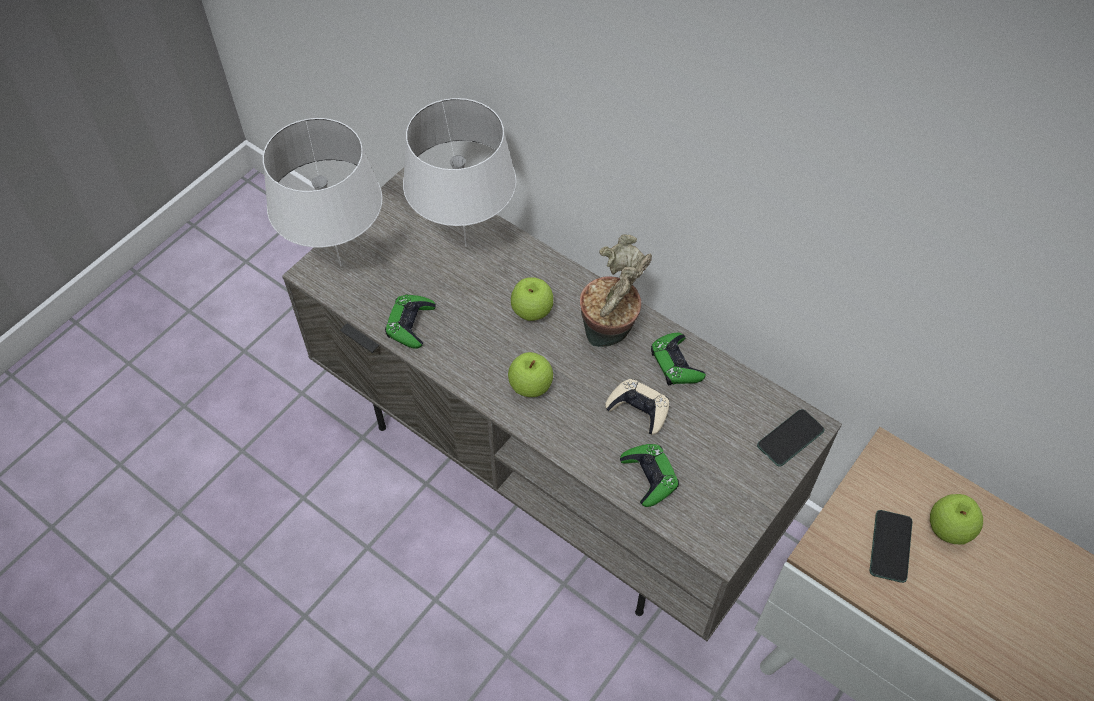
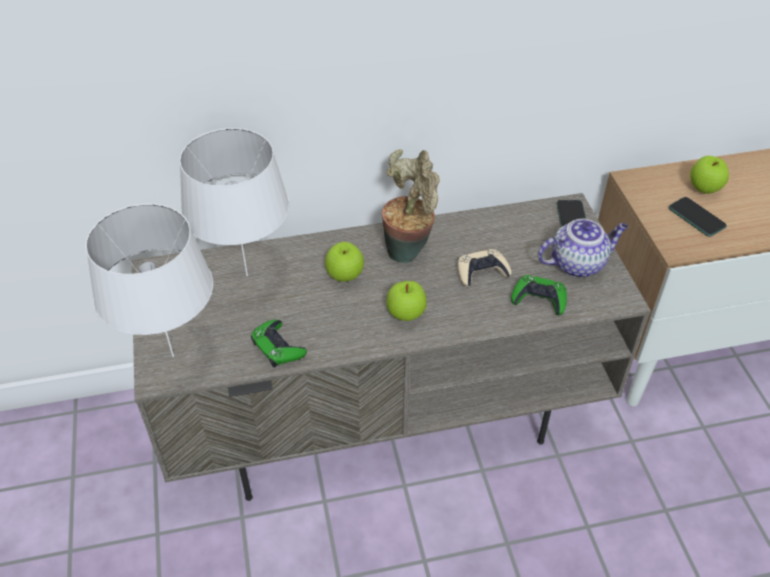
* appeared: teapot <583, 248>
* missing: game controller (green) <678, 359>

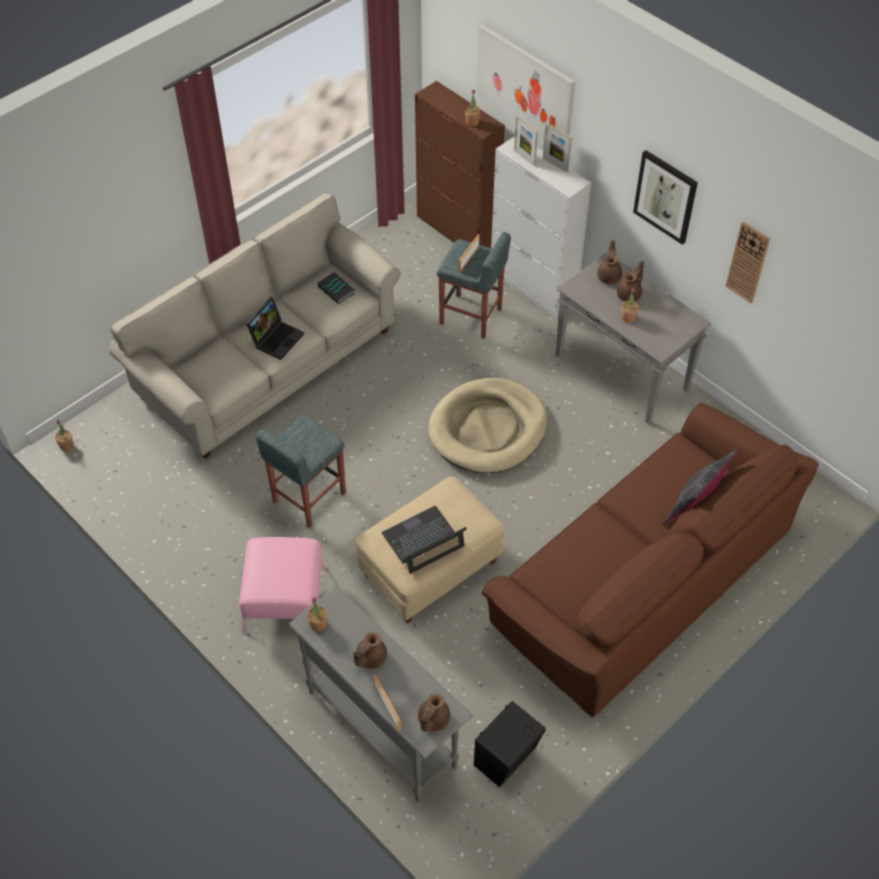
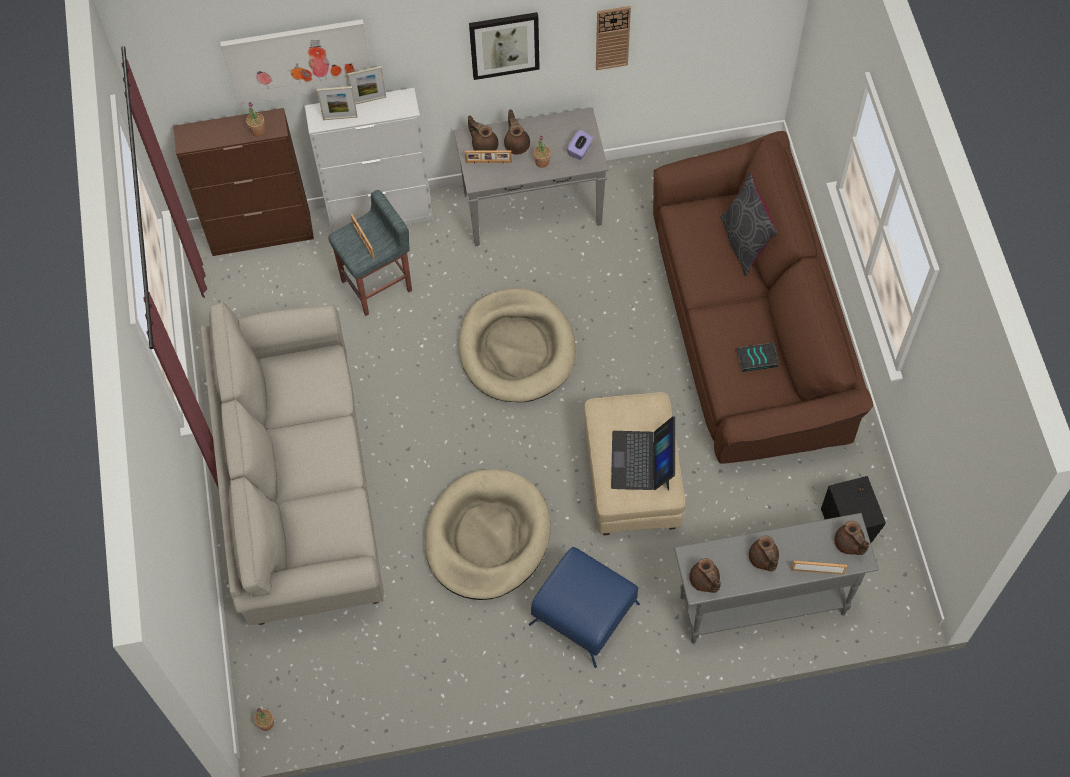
* exchanged: sitting stool (grey) <301, 472> to dog bed (beige-coloured) <488, 534>
* appeared: standing frame <488, 157>
* colour: pouffe (pink) <283, 585> to pouffe (bluish) <584, 607>
* appeared: box of tissues (purplish) <580, 144>
* exchanged: potted plant <317, 614> to teapot (brown-coloured) <705, 575>
* relocated: bound book <336, 288> to <758, 357>
* missing: laptop <275, 328>

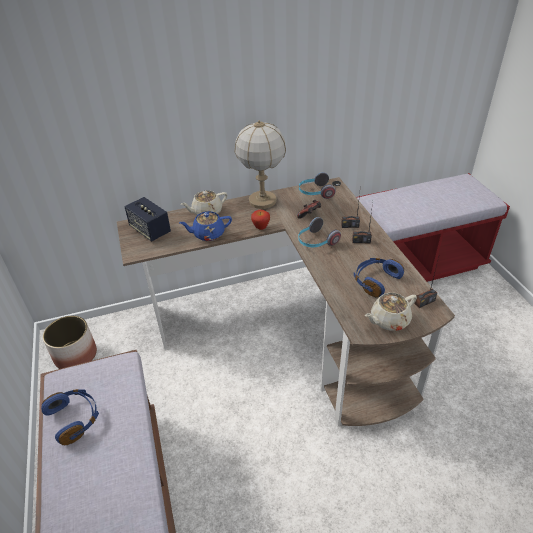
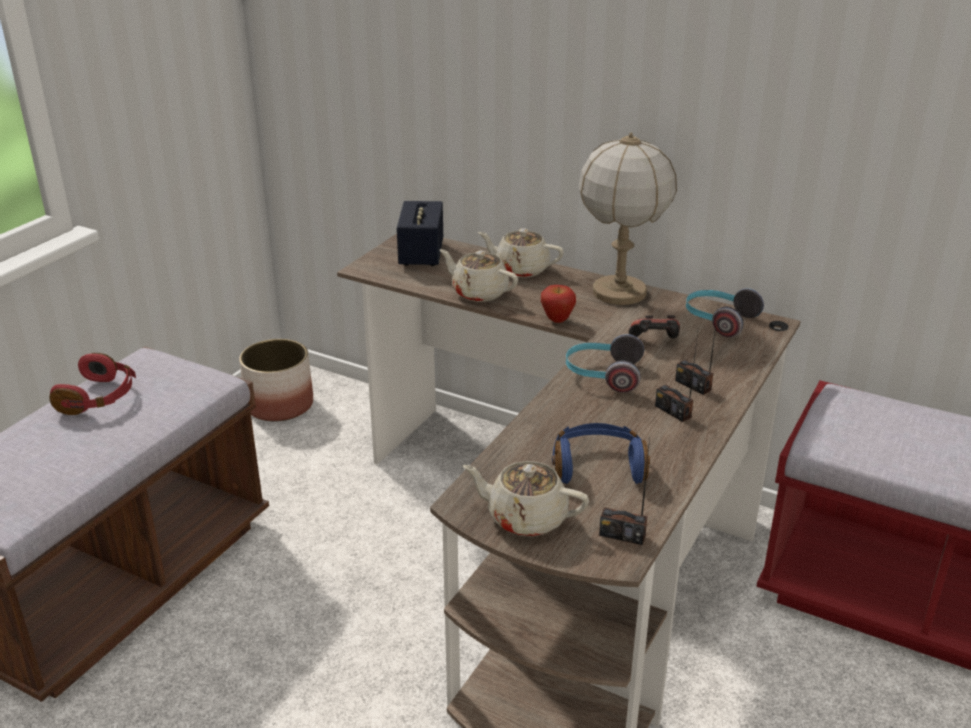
* colour: pair of headphones (bluish) <70, 417> to pair of headphones (reddish) <92, 384>
* colour: teapot (bluish) <205, 226> to teapot (beige-coloured) <478, 275>

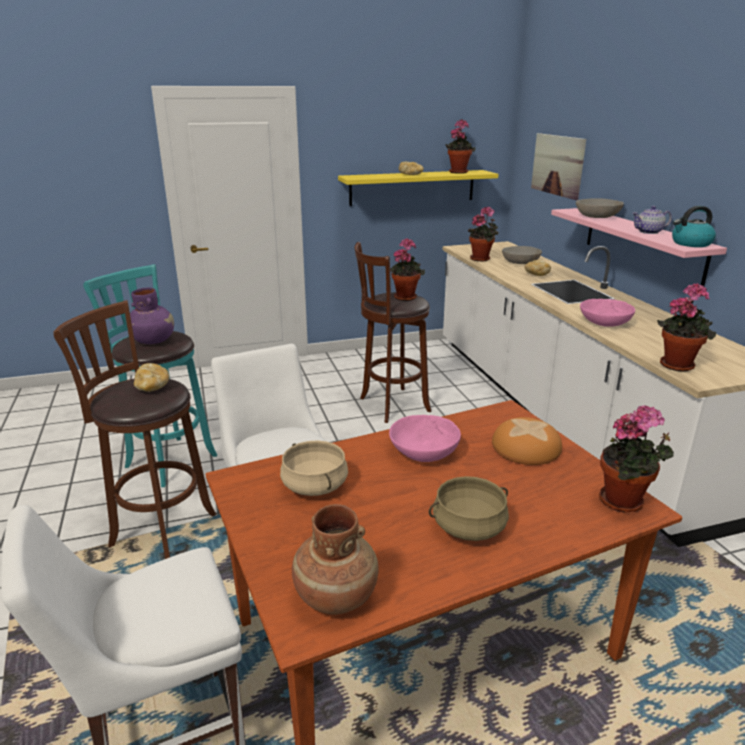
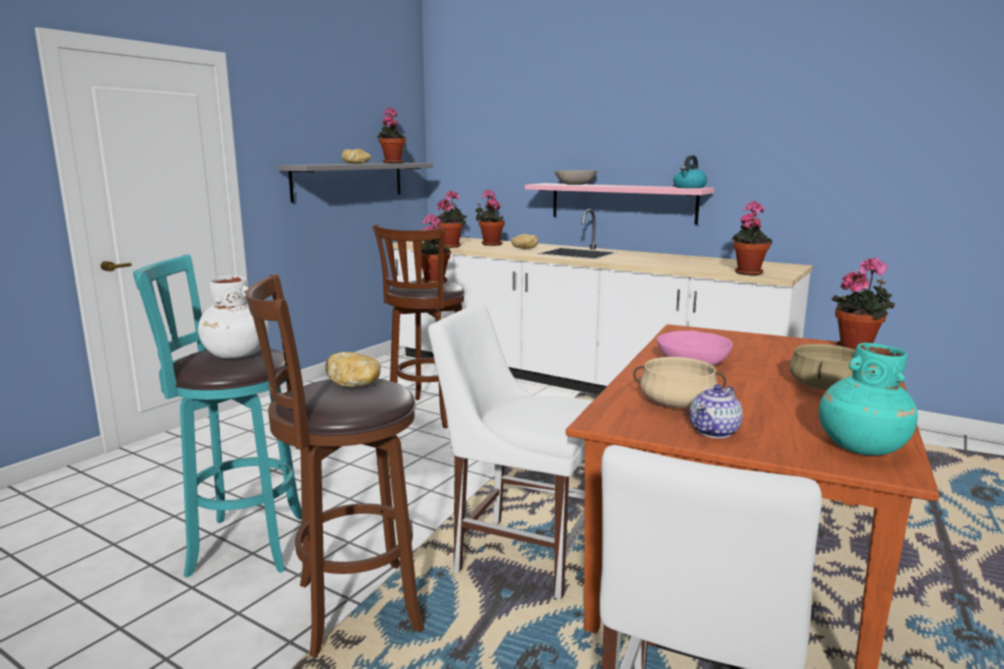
* colour: decorative vase (purplish) <152, 316> to decorative vase (whitish) <233, 317>
* colour: bracket shelf (yellow) <418, 188> to bracket shelf (grey) <355, 183>
* exchanged: serving bowl (grey) <522, 255> to potted plant <490, 217>
* relocated: teapot <652, 220> to <716, 411>
* colour: decorative vase (brown-coloured) <335, 559> to decorative vase (blue-green) <868, 399>
* missing: bread <527, 441>
* missing: picture <558, 166>
* missing: serving bowl (pink) <607, 313>

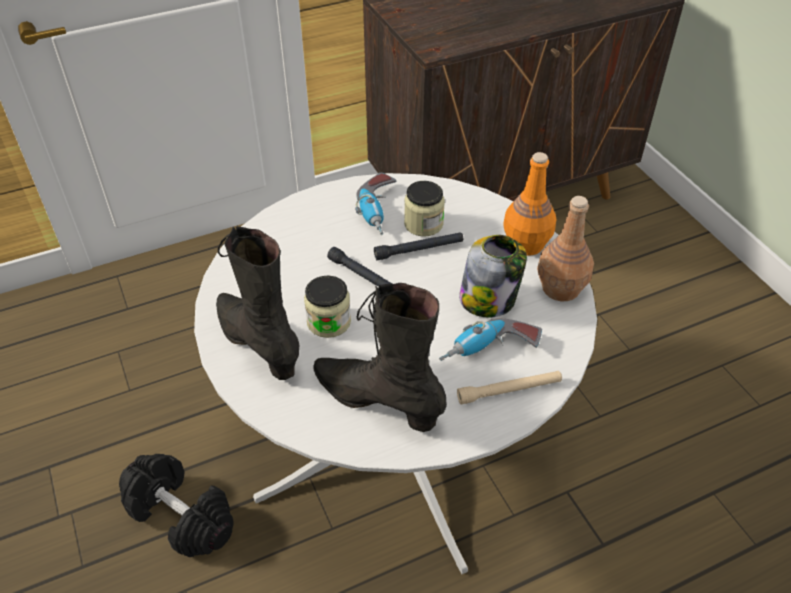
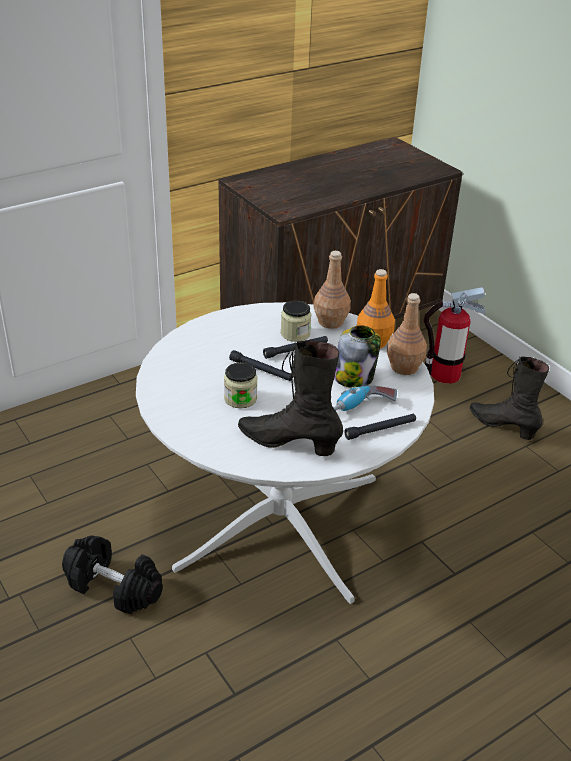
* appeared: bottle (brown-coloured) <332, 290>
* colour: hand torch (beige-coloured) <509, 387> to hand torch (black-coloured) <380, 427>
* appeared: extinguisher <454, 335>
* relocated: tall boot (black-coloured) <257, 303> to <509, 398>
* missing: power drill <375, 204>

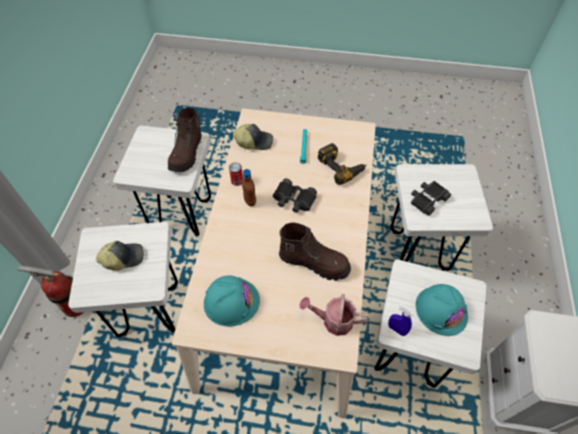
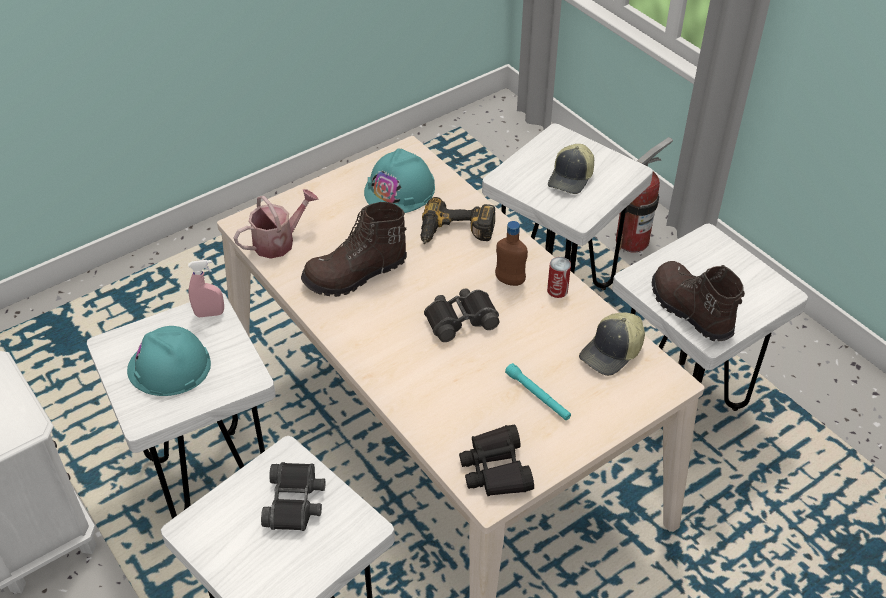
* colour: sprayer (bluish) <401, 320> to sprayer (pink) <206, 288>
* relocated: power drill <342, 164> to <458, 220>
* appeared: field glasses (black-coloured) <496, 460>

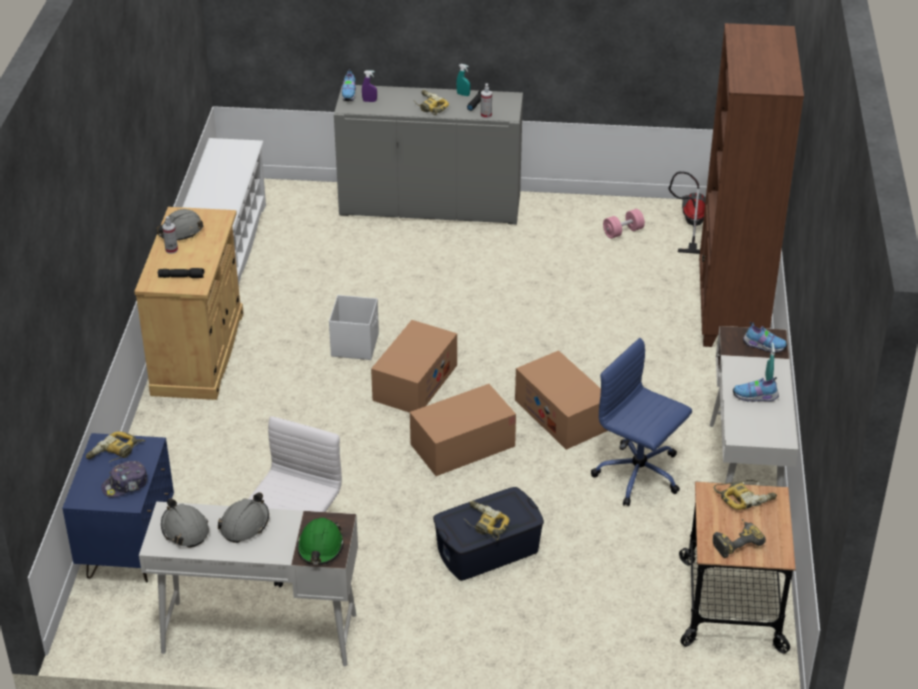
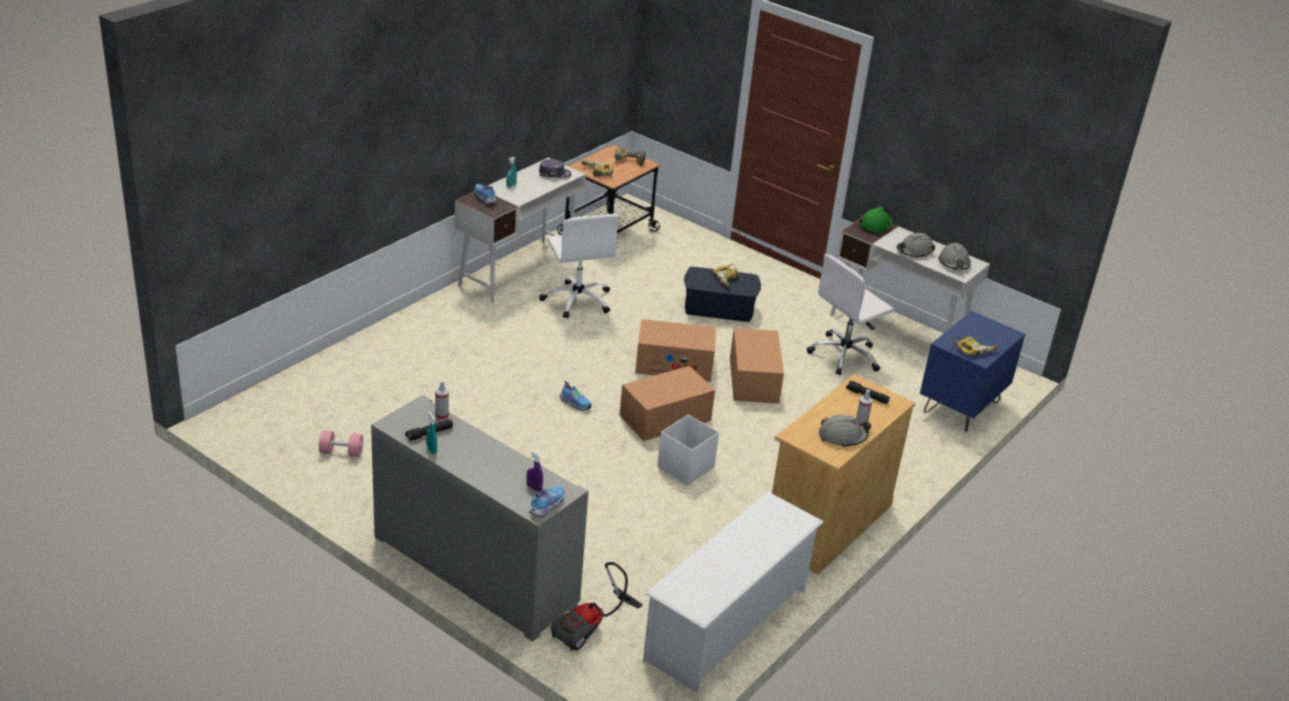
* relocated: peaked cap <124, 479> to <555, 169>
* colour: office chair (bluish) <641, 422> to office chair (whitish) <579, 266>
* relocated: vacuum <687, 212> to <596, 607>
* relocated: item of footwear <756, 389> to <575, 395>
* relocated: packing box <561, 400> to <757, 366>
* missing: power drill <431, 102>
* missing: bookshelf (brown-coloured) <751, 185>

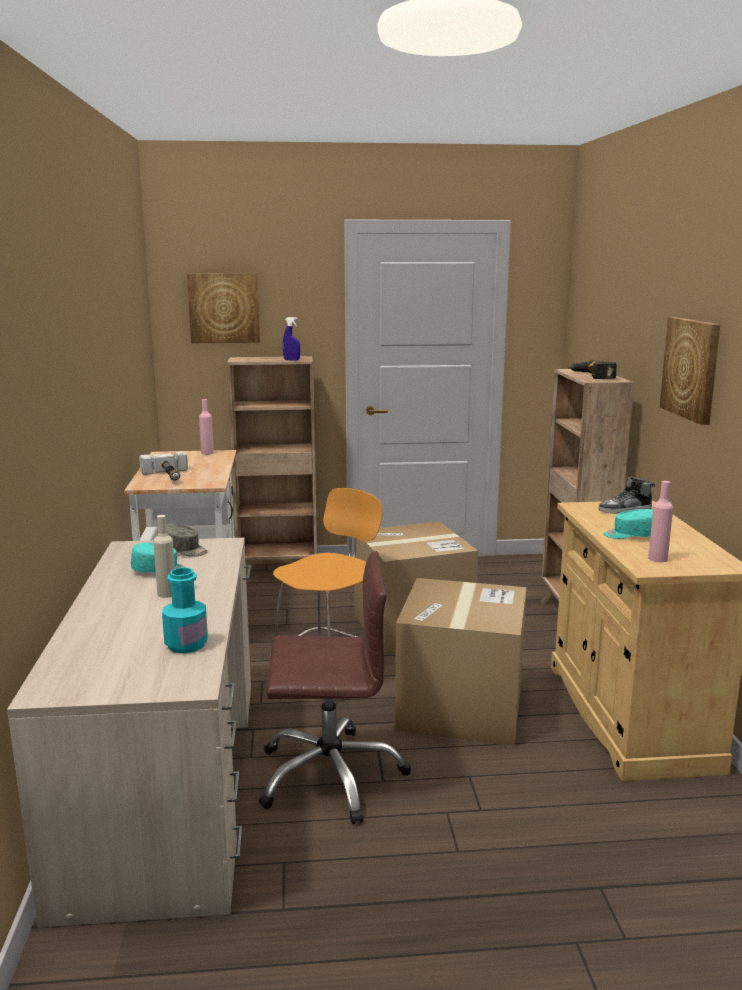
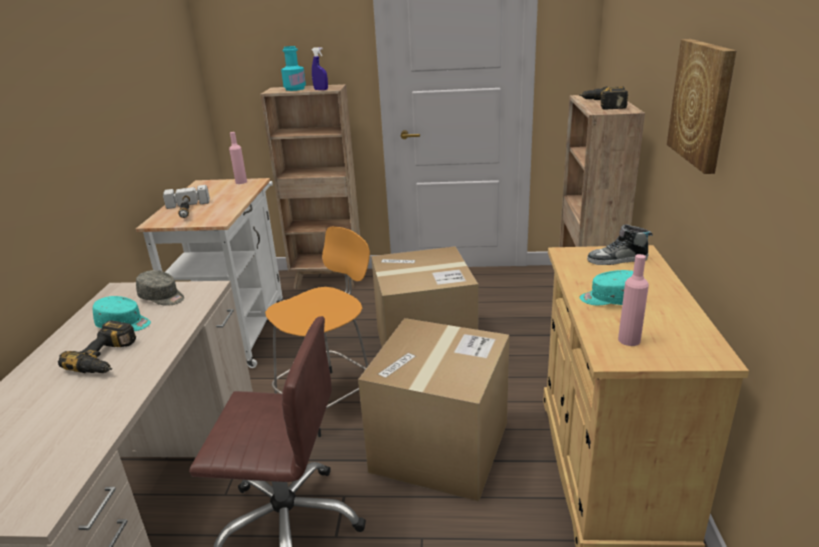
* exchanged: bottle (beige-coloured) <164, 556> to power drill <97, 346>
* relocated: bottle (blue-green) <185, 610> to <293, 68>
* missing: picture <223, 308>

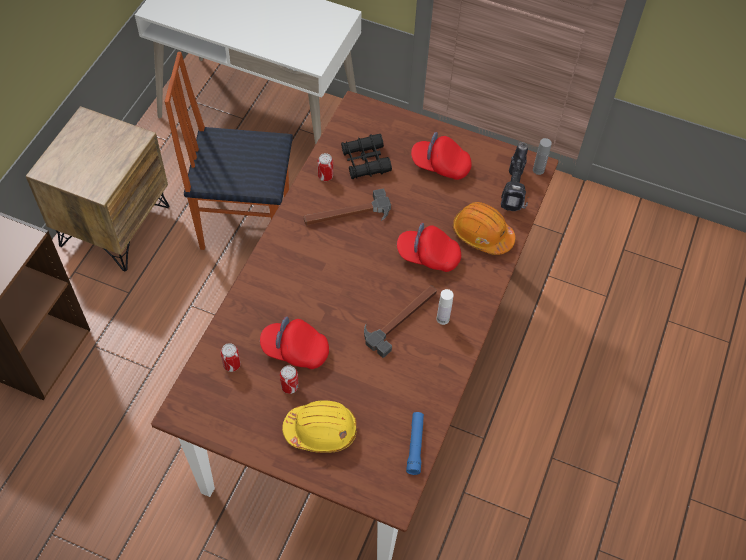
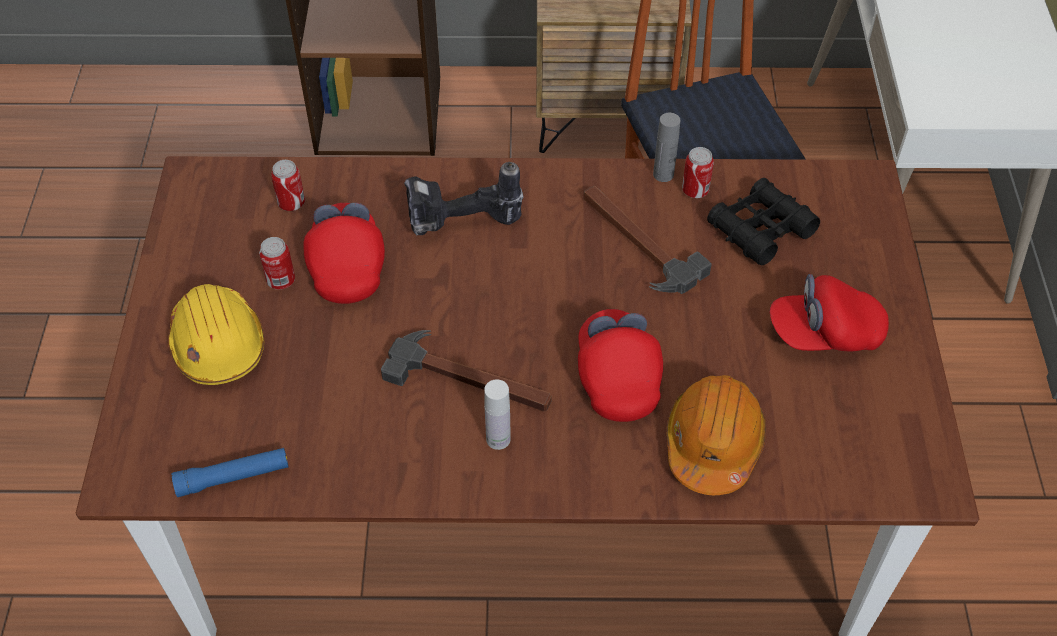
* relocated: power drill <514, 176> to <463, 199>
* relocated: bottle (grey) <542, 156> to <666, 147>
* spun: peaked cap (reddish) <441, 156> = <829, 312> 90 degrees counterclockwise

